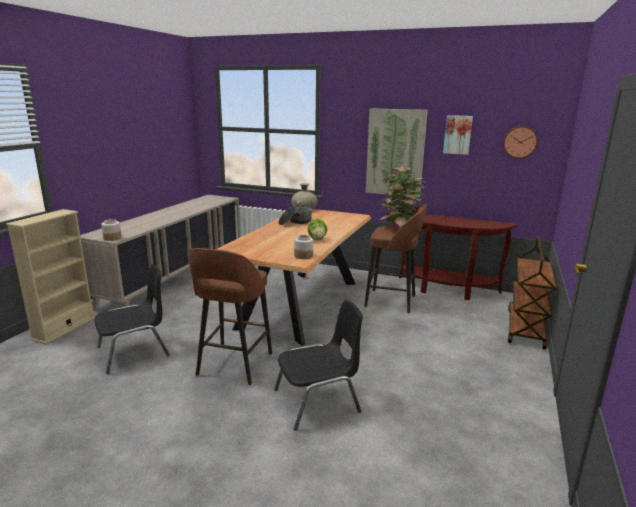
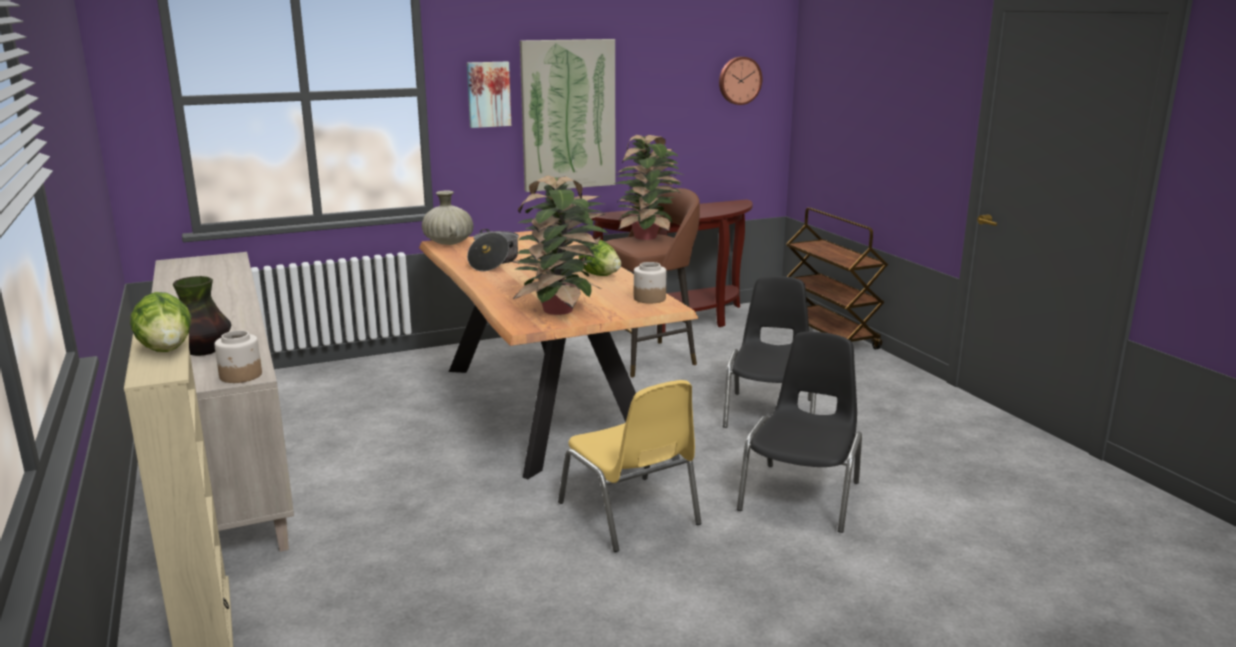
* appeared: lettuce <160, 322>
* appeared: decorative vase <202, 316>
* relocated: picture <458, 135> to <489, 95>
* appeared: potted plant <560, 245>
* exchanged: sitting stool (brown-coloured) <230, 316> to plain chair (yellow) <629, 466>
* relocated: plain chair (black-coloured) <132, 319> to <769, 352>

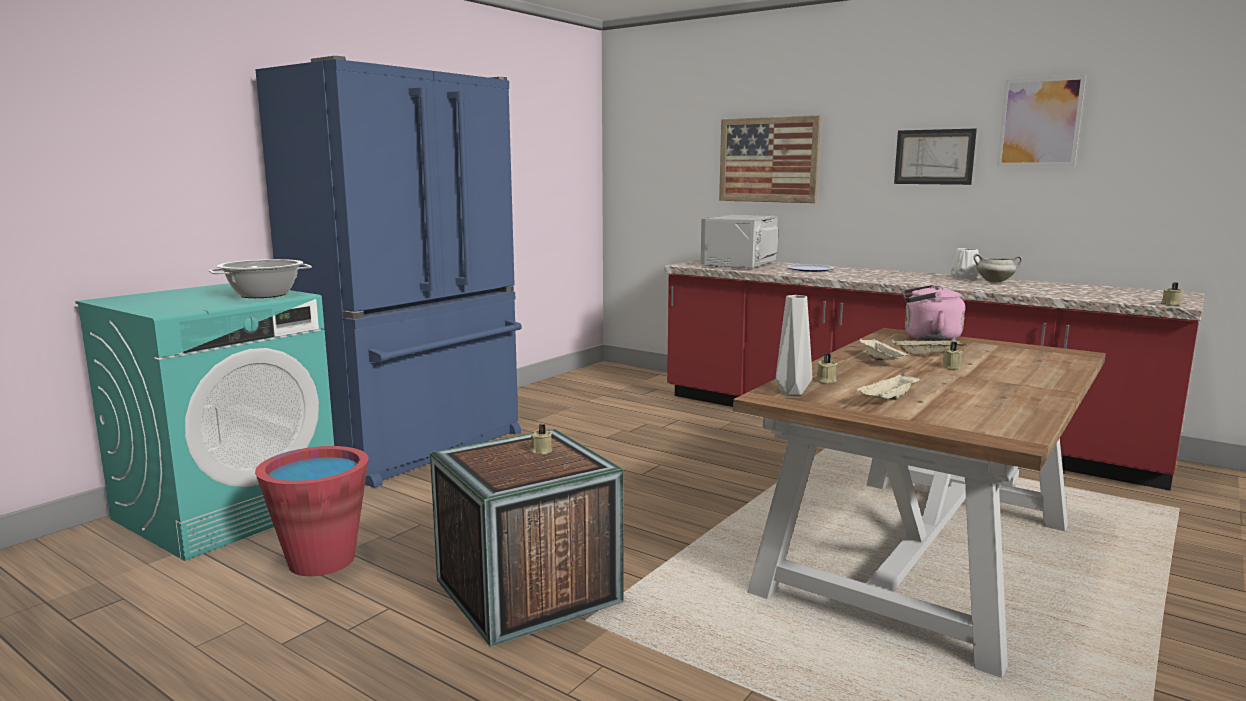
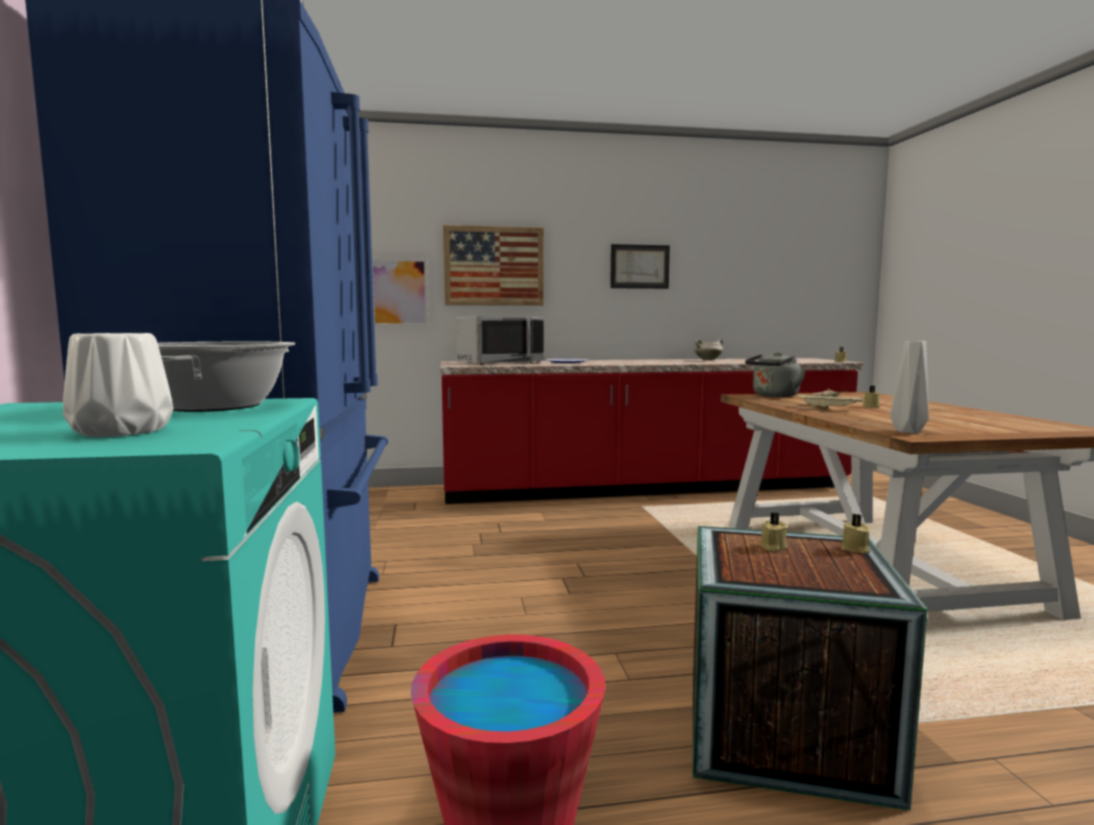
* relocated: decorative vase (whitish) <965, 263> to <118, 385>
* relocated: picture <1041, 121> to <400, 292>
* spun: kitchen microwave (grey) <739, 242> = <500, 340> 105 degrees counterclockwise
* colour: kettle (pink) <933, 313> to kettle (grey) <775, 374>
* relocated: wax light (beige-coloured) <826, 368> to <856, 534>
* missing: tray (beige-coloured) <889, 386>

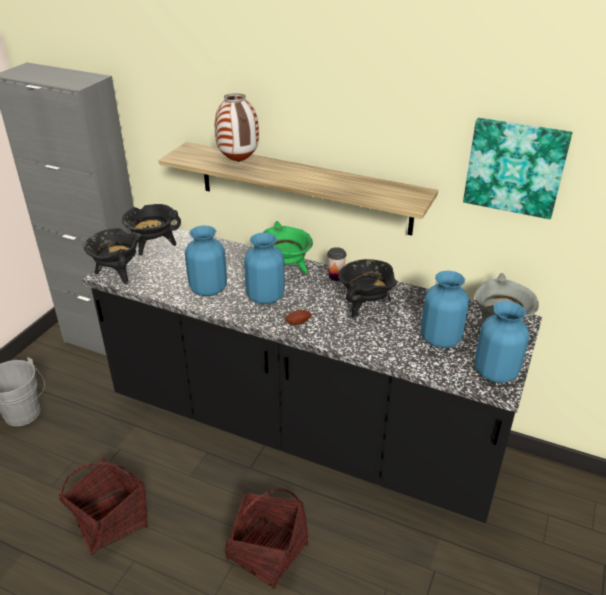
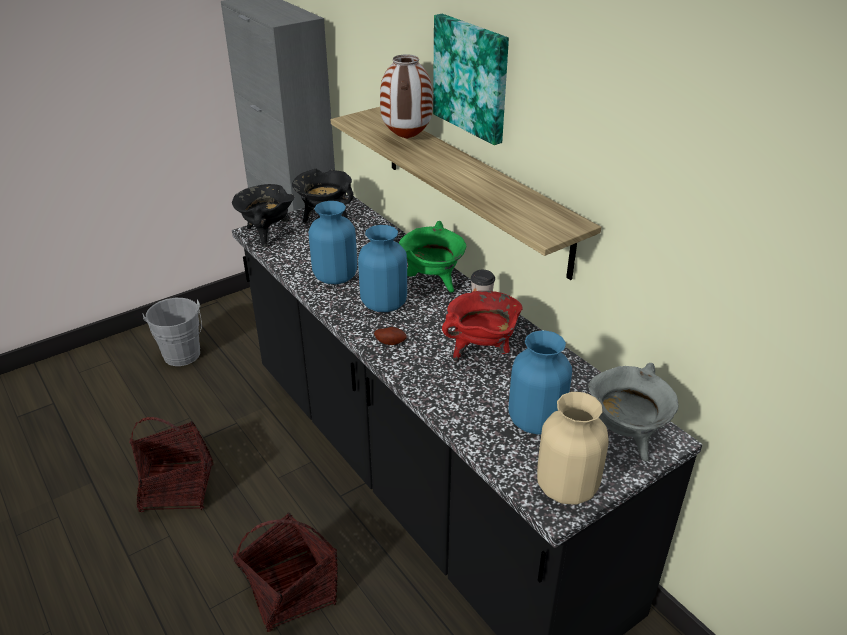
* relocated: picture <517, 168> to <471, 79>
* colour: cooking pot (black-coloured) <368, 289> to cooking pot (reddish) <482, 326>
* colour: decorative vase (bluish) <502, 342> to decorative vase (beige-coloured) <573, 448>

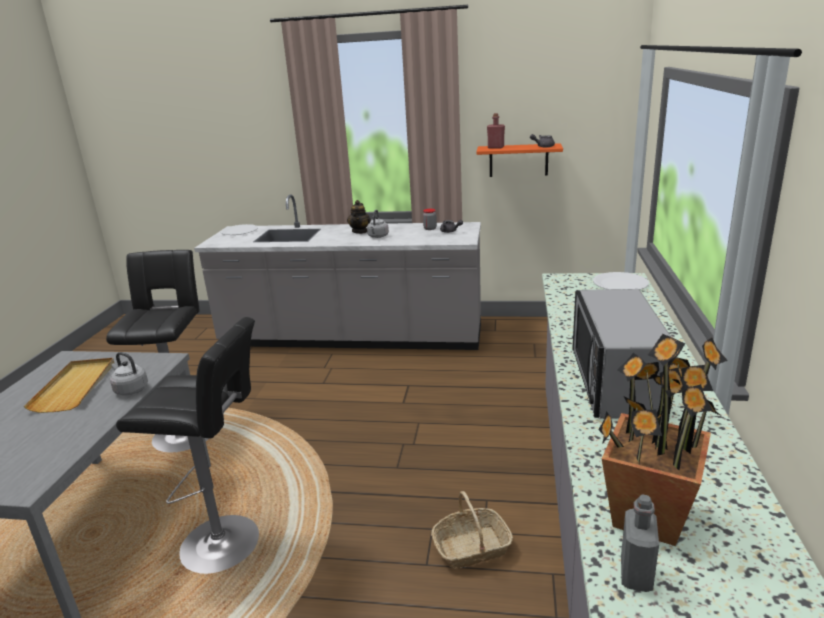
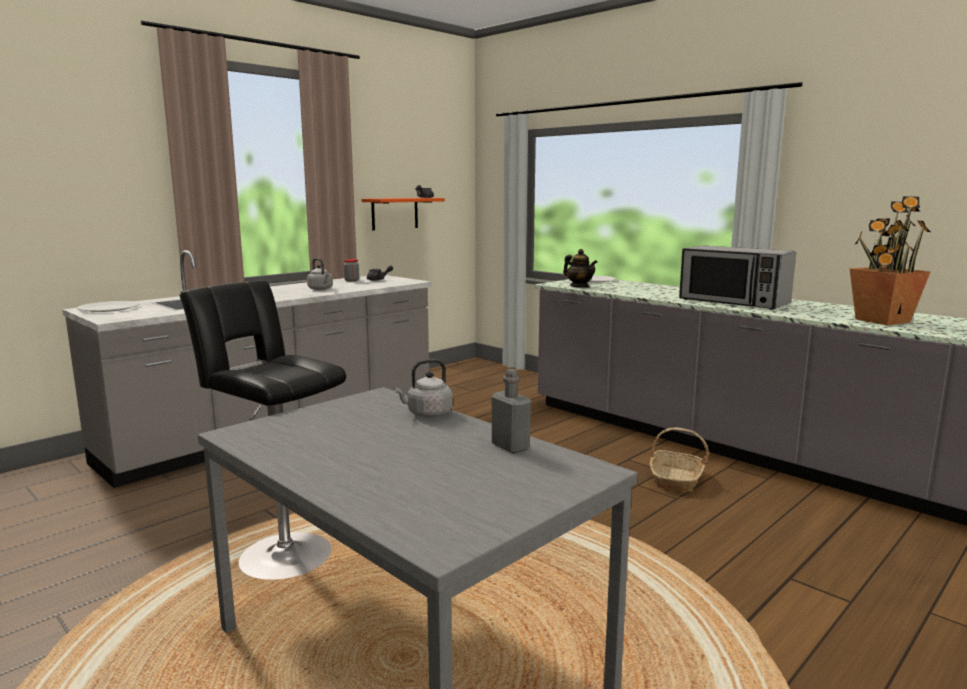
* relocated: bottle (grey) <640, 543> to <511, 411>
* relocated: teapot <359, 217> to <580, 268>
* missing: tray (beige-coloured) <69, 385>
* missing: sitting stool (black-coloured) <187, 445>
* missing: bottle (reddish) <496, 131>

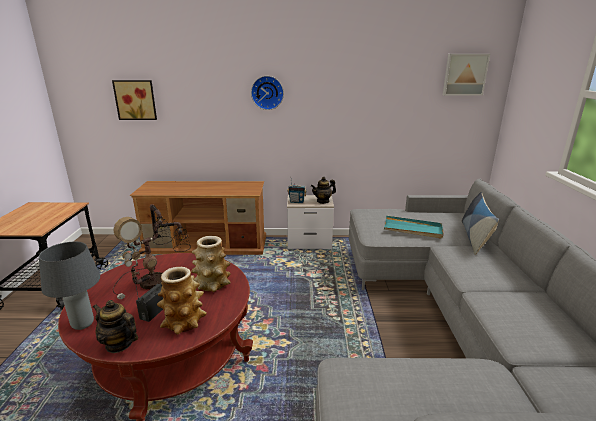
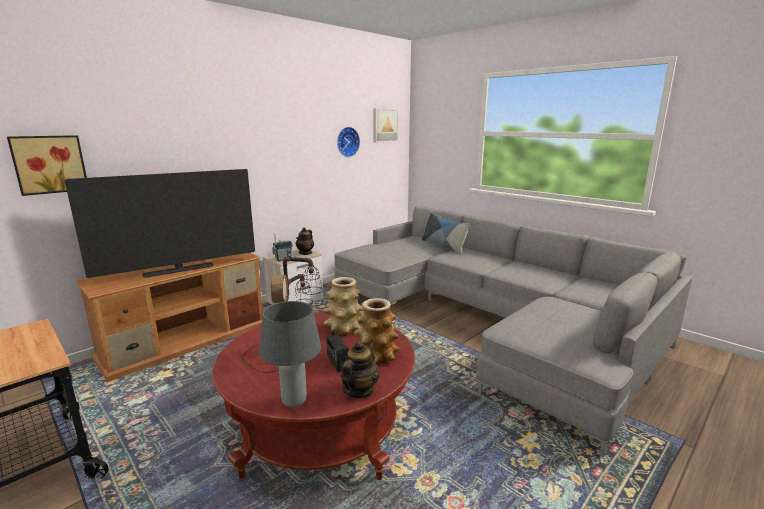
* appeared: TV <160, 223>
* relocated: clock on the wall <267, 93> to <348, 142>
* spun: teapot <115, 326> = <359, 369> 135 degrees clockwise
* missing: tray (blue-green) <413, 227>

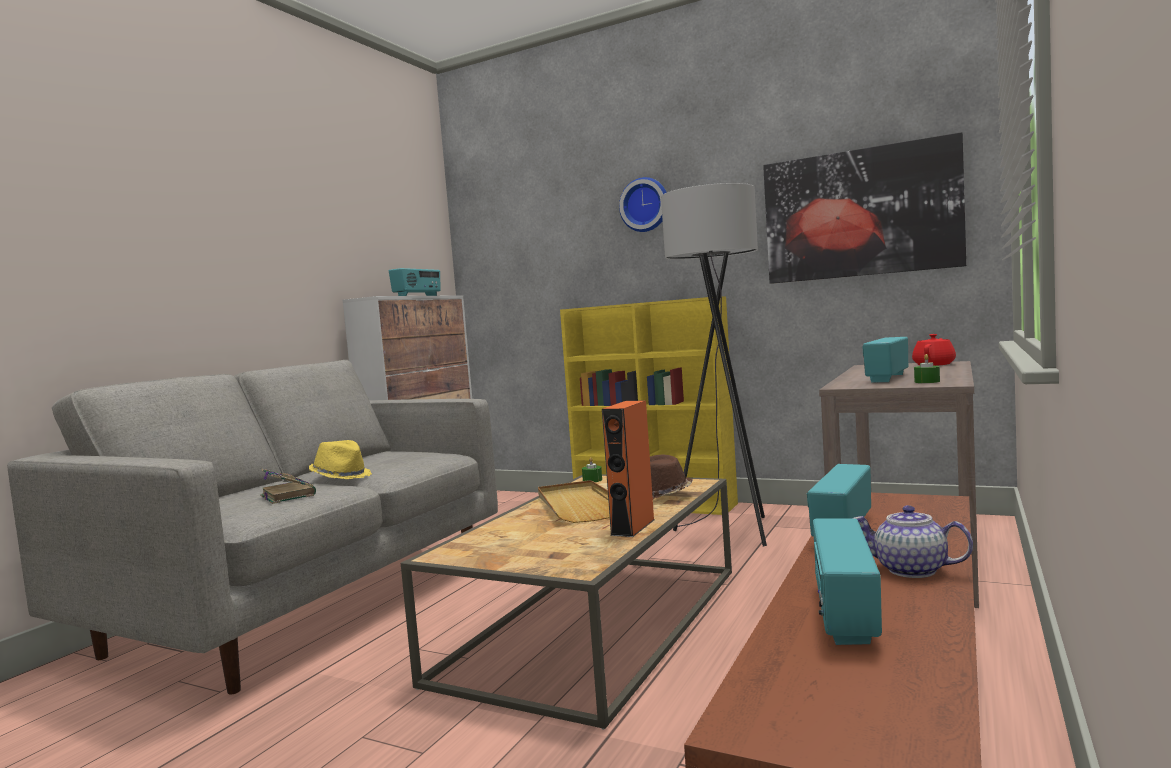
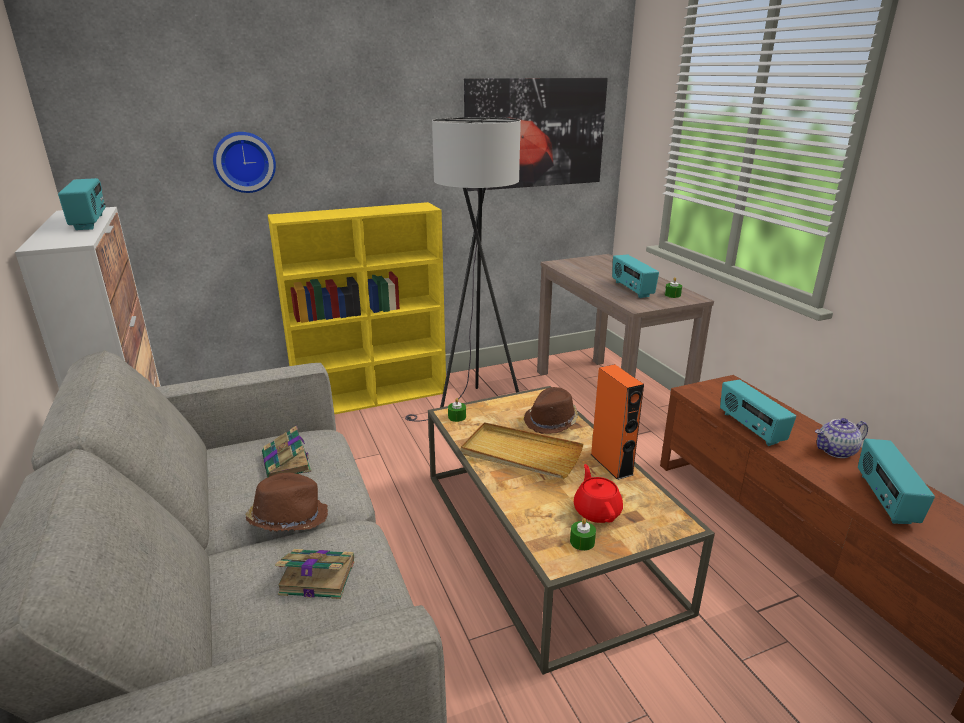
* relocated: clock on the wall <643, 204> to <244, 162>
* colour: wearable hat (yellow) <340, 459> to wearable hat (brown-coloured) <286, 502>
* appeared: bound book <286, 452>
* appeared: wax light (green) <583, 534>
* relocated: teapot (reddish) <934, 350> to <598, 493>
* spun: radio set <847, 581> = <896, 481> 45 degrees clockwise

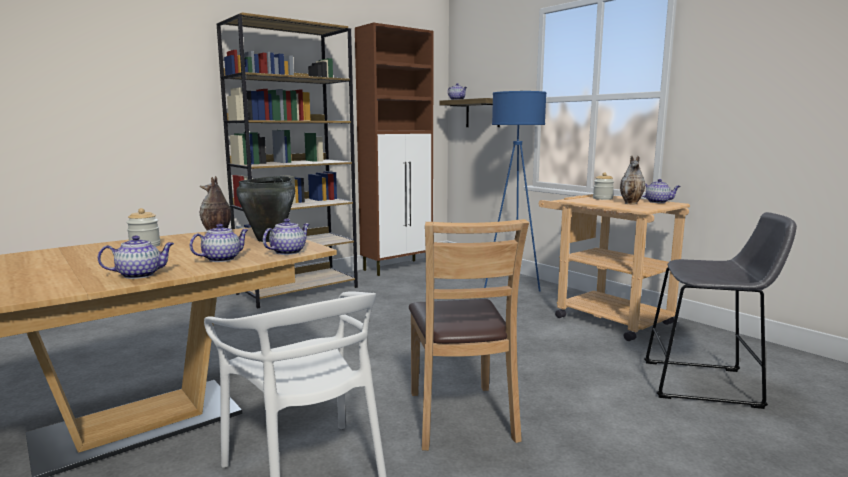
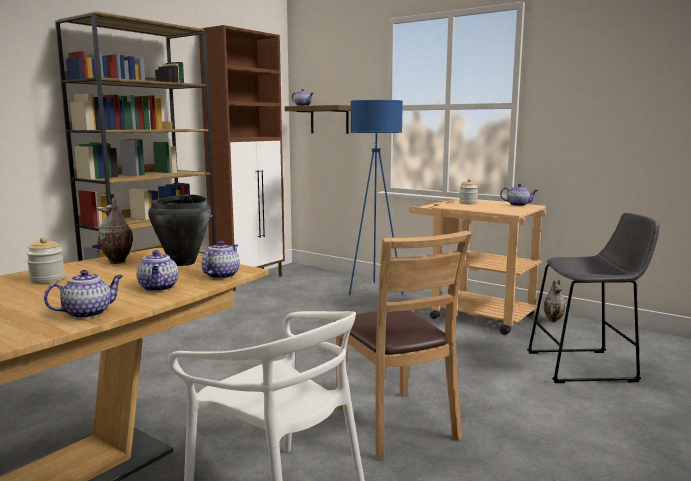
* spun: teapot <219, 243> = <157, 271> 135 degrees clockwise
* relocated: decorative vase <632, 180> to <555, 301>

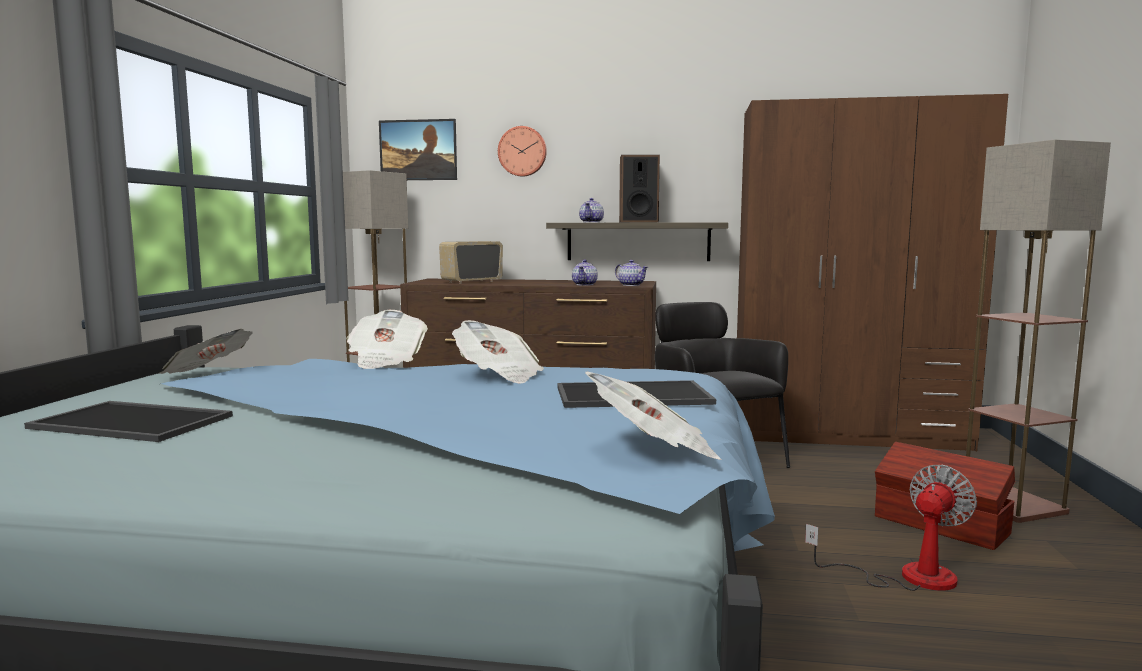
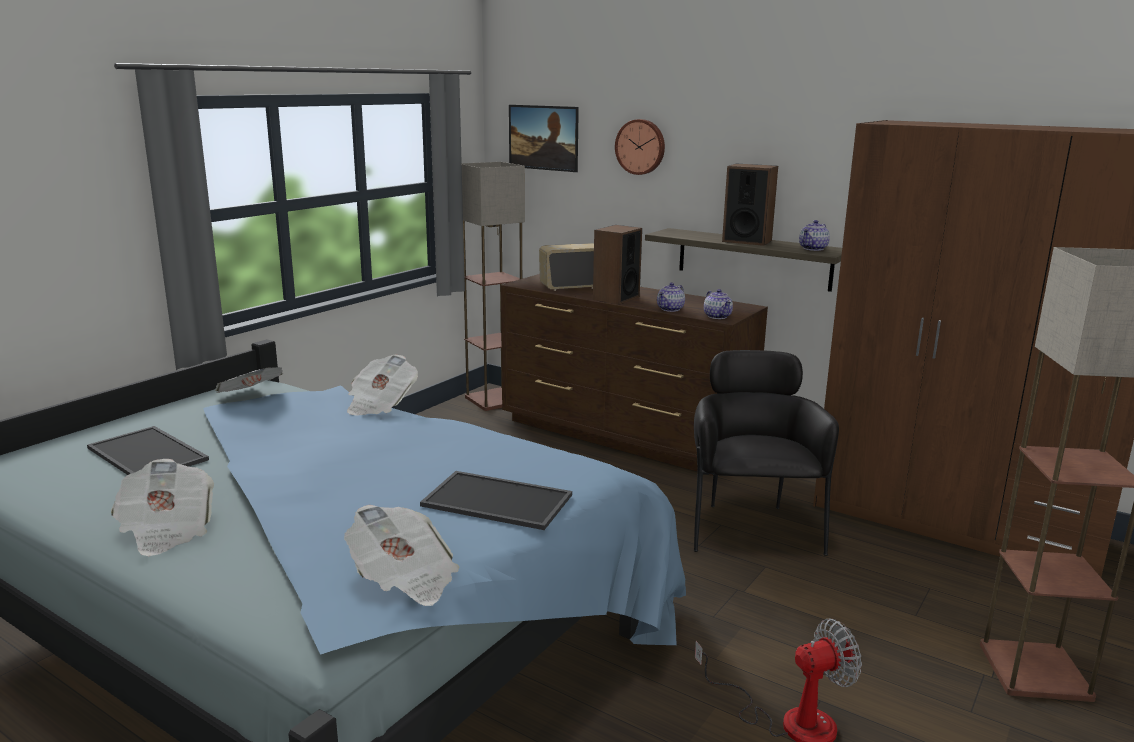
* relocated: newspaper <498, 352> to <162, 507>
* appeared: speaker <617, 265>
* relocated: teapot <591, 210> to <814, 235>
* missing: storage box (brown-coloured) <945, 496>

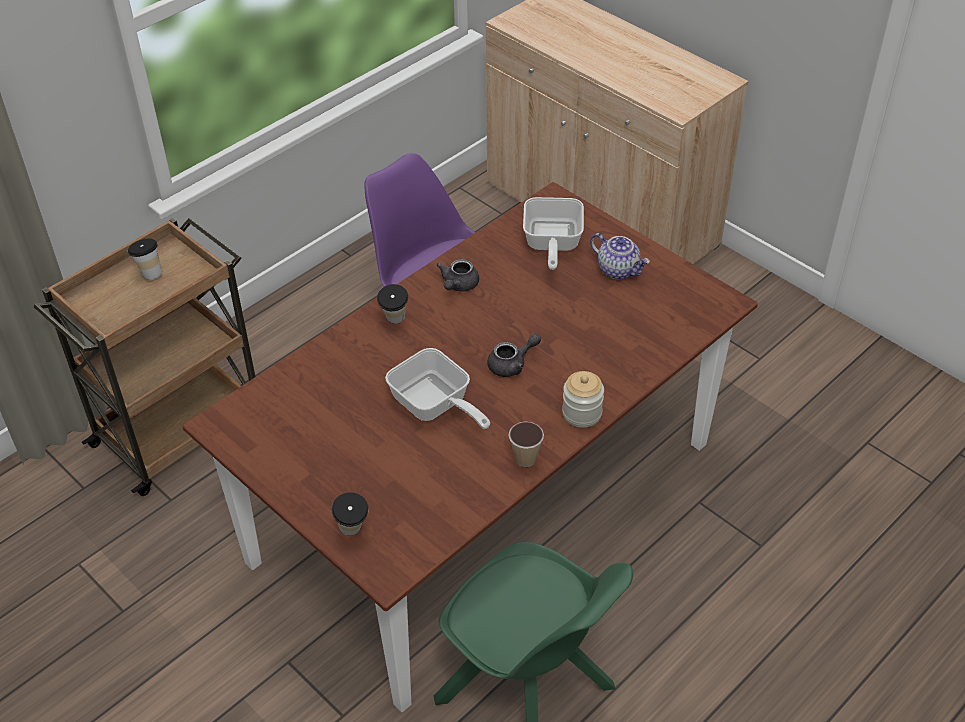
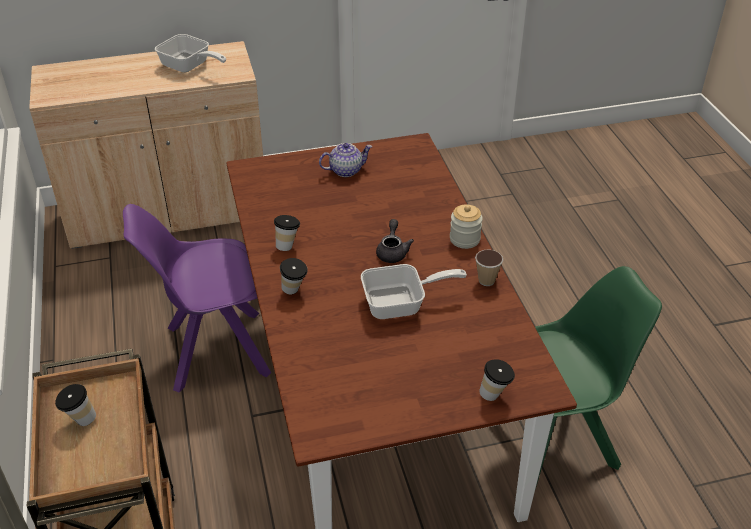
* relocated: skillet <553, 233> to <190, 53>
* exchanged: teapot (grey) <457, 275> to cup <287, 233>

